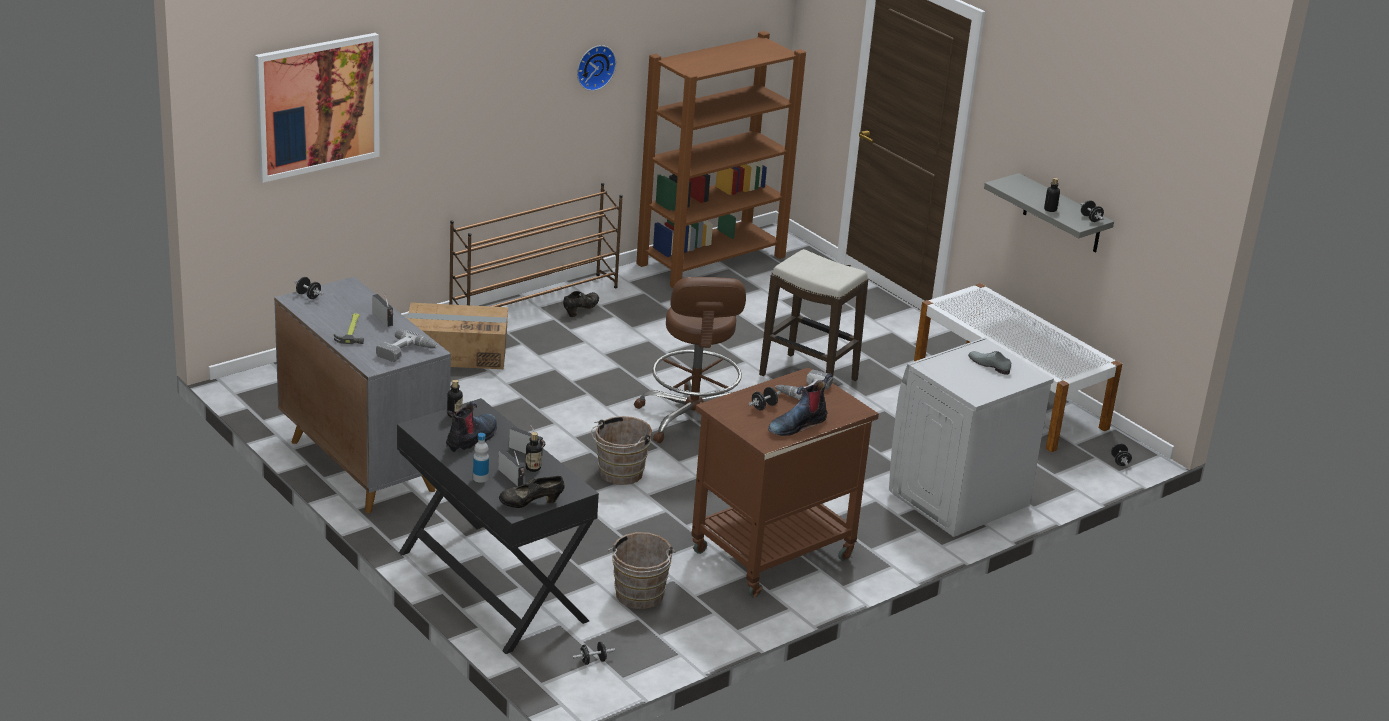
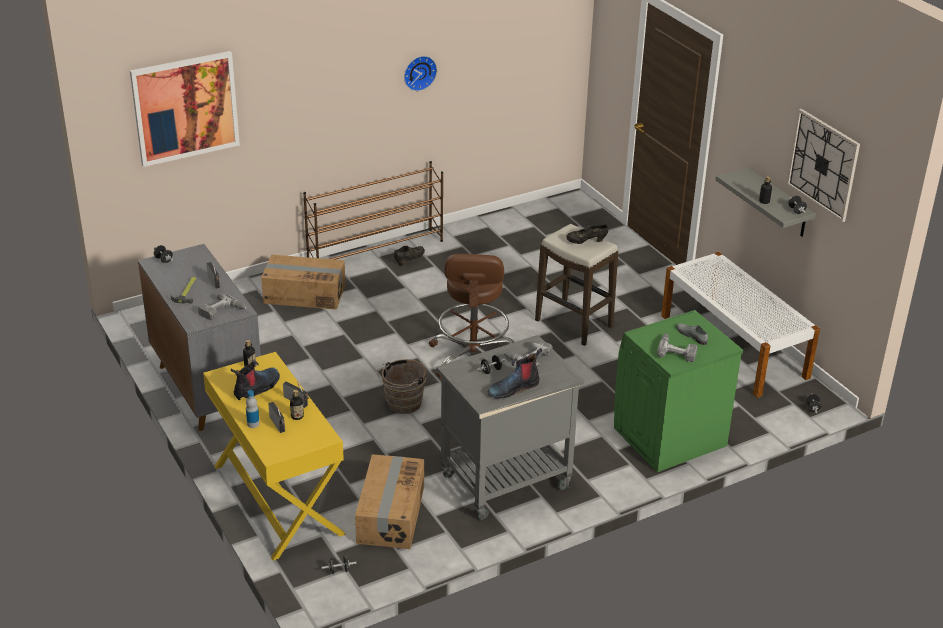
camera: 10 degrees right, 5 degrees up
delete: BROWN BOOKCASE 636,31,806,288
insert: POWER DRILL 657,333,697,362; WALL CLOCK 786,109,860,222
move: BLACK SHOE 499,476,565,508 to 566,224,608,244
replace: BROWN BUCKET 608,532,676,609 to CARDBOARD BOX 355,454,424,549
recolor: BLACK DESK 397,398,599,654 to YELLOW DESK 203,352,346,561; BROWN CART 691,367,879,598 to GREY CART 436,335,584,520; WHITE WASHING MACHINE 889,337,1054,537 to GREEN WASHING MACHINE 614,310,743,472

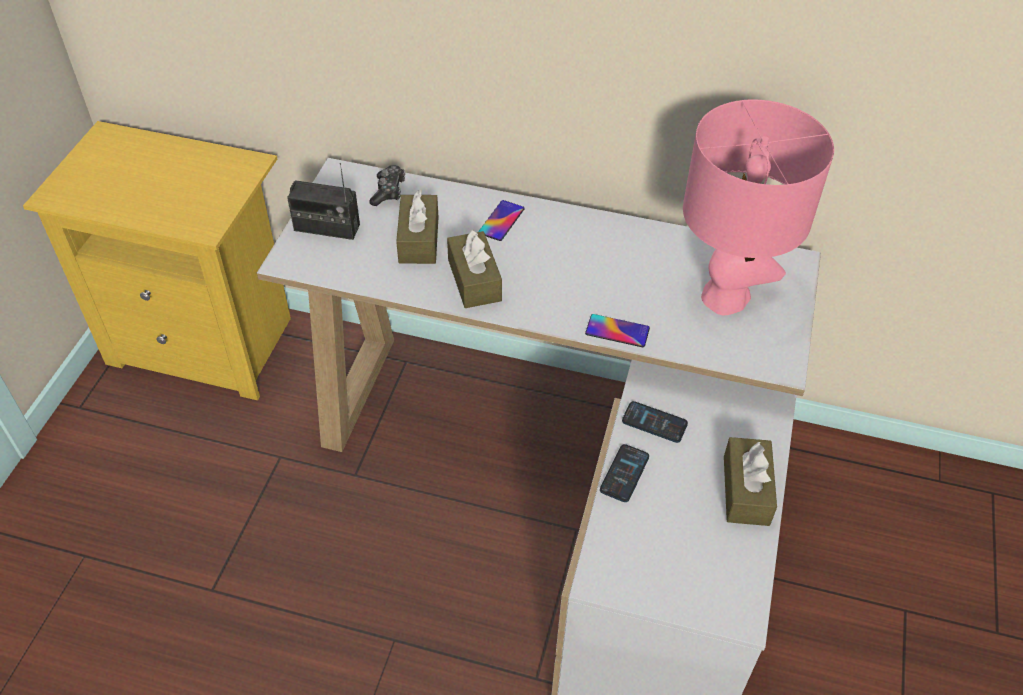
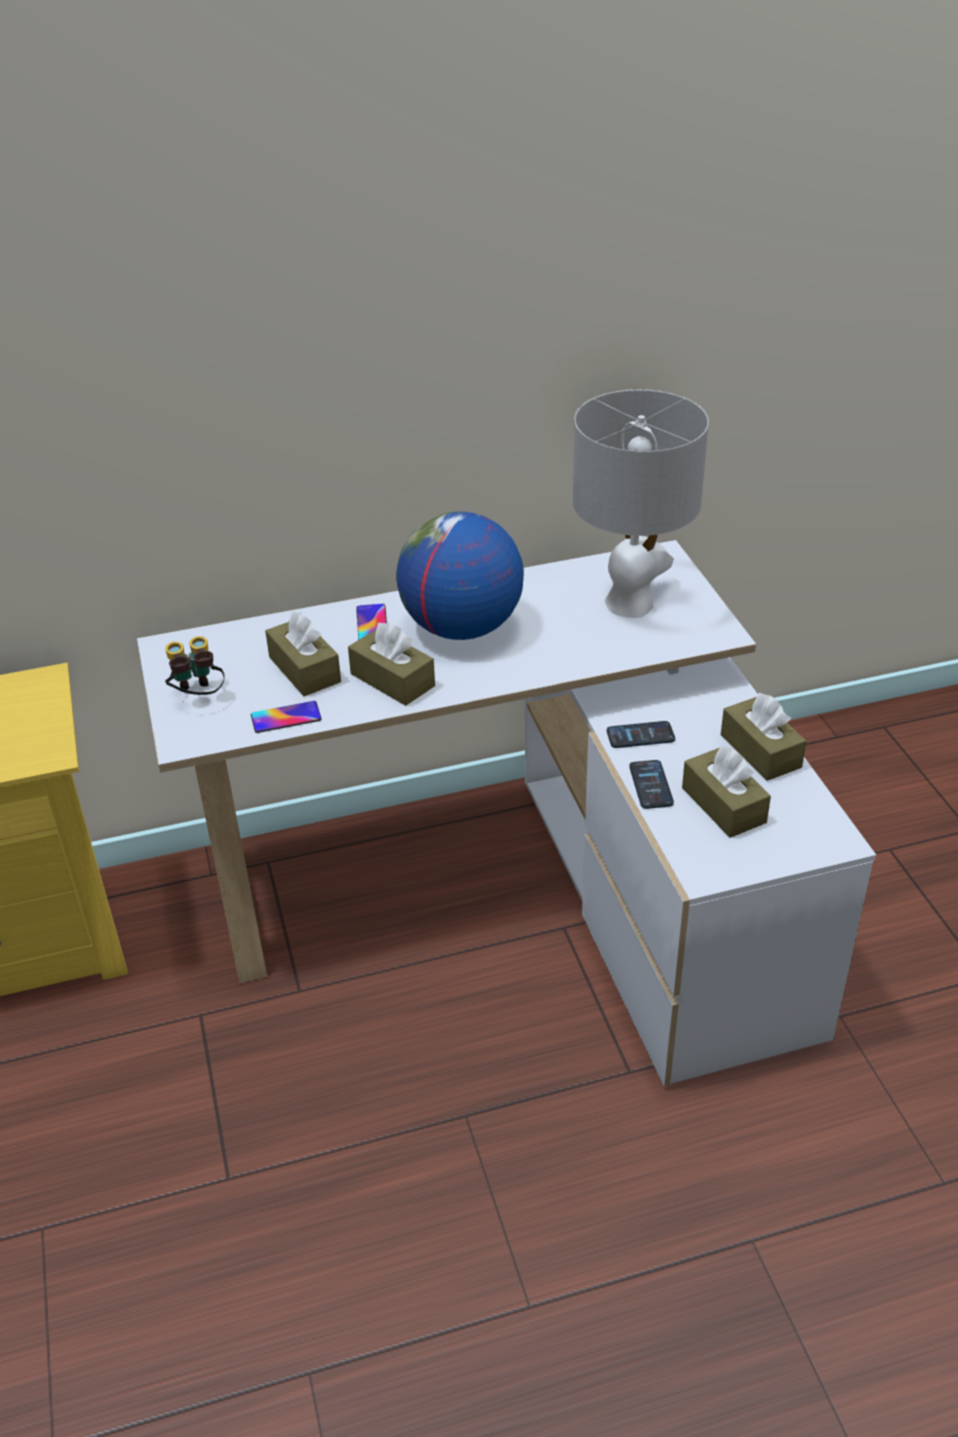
camera: 30 degrees left, 10 degrees down
delete: GAME CONTROLLER 370,165,405,206
insert: GLOBE 396,511,524,640; BROWN TISSUE BOX 682,745,771,838
move: PHONE 585,314,650,347 to 251,701,322,733
replace: RADIO 287,163,360,240 to BINOCULARS 165,636,225,695
recolor: PINK TABLE LAMP 683,100,834,315 to GREY TABLE LAMP 573,389,709,618

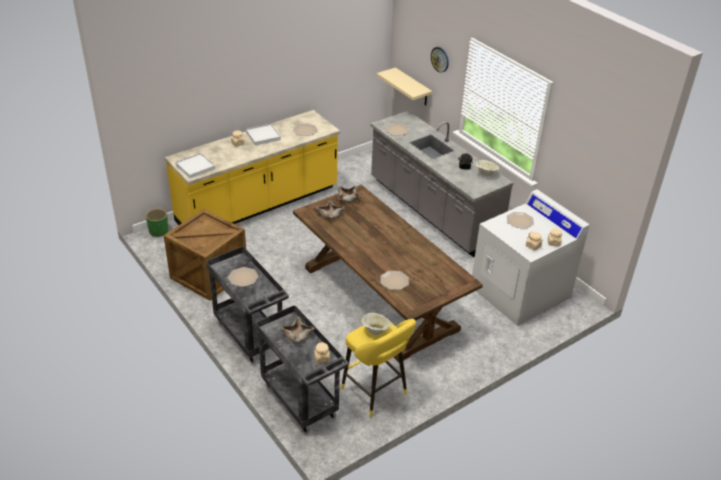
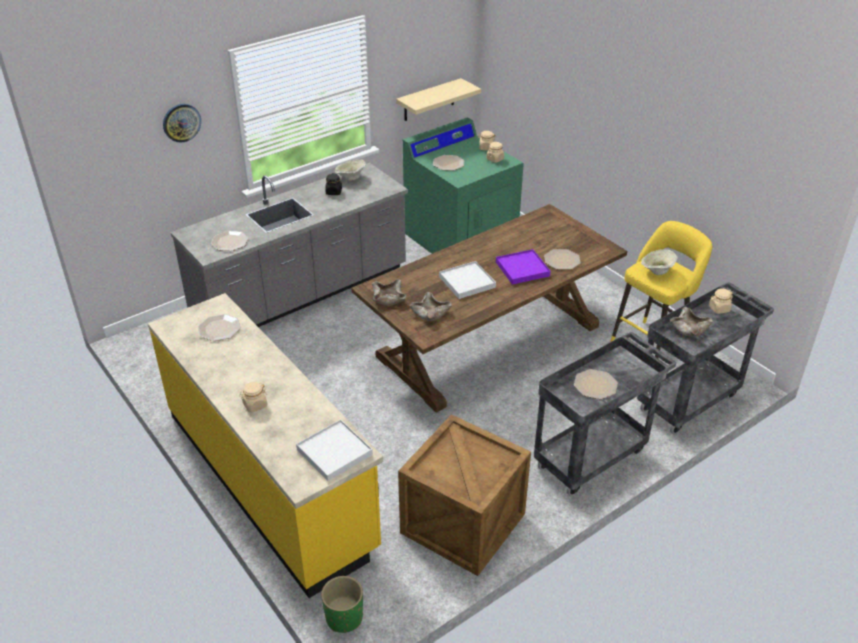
camera: 90 degrees left, 0 degrees up
insert: PURPLE TRAY 496,249,551,285
move: WHITE TRAY 246,124,281,146 to 439,261,496,299; BEIGE SHELF 377,67,432,105 to 396,78,481,121
recolor: WHITE WASHING MACHINE 472,189,590,326 to GREEN WASHING MACHINE 403,117,524,254

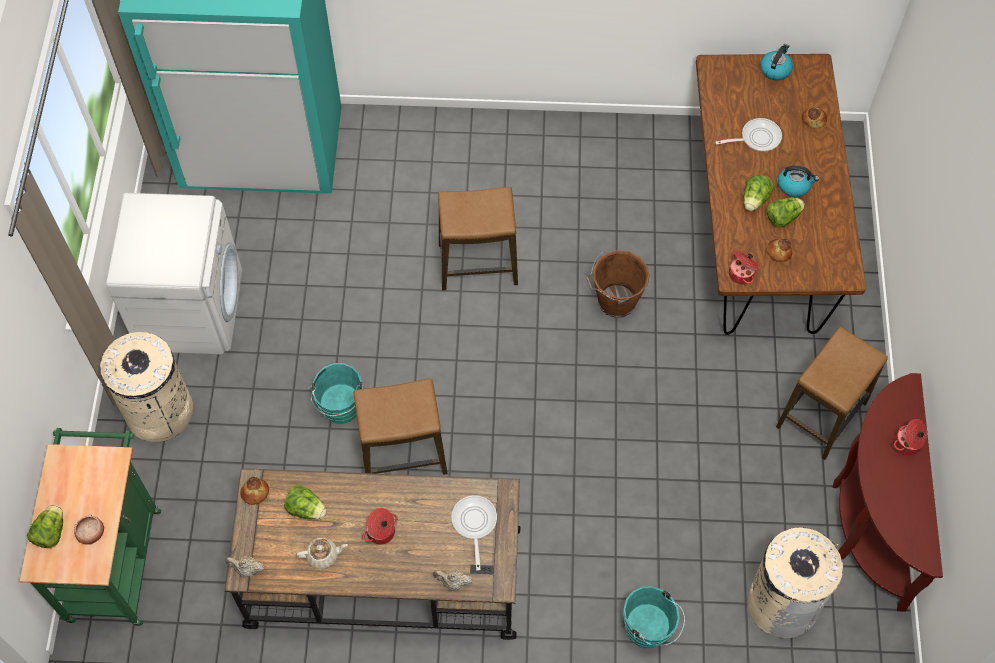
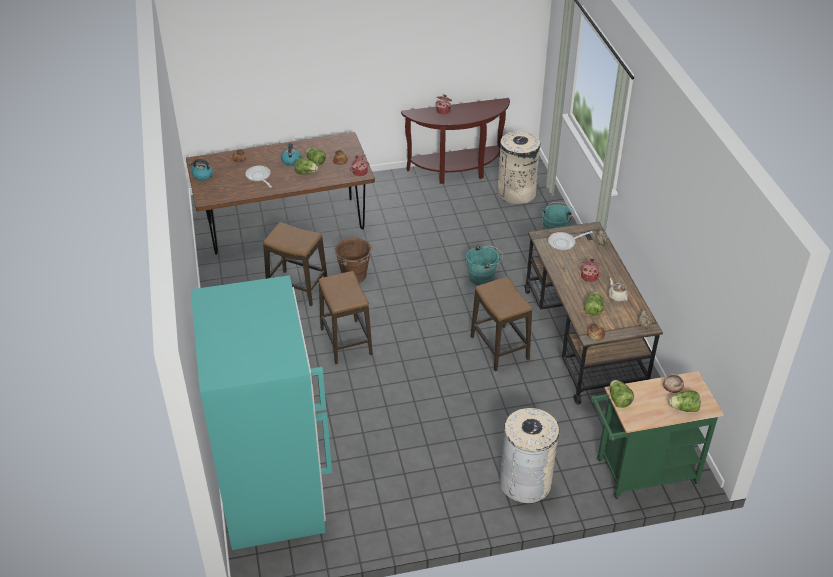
camera: 105 degrees left, 20 degrees down
delete: WHITE WASHING MACHINE 106,193,242,354
insert: LETTUCE 610,380,634,408
move: TURQUOISE BUCKET 308,363,364,423 to 466,245,503,285; STOOL 776,327,888,460 to 263,222,327,306

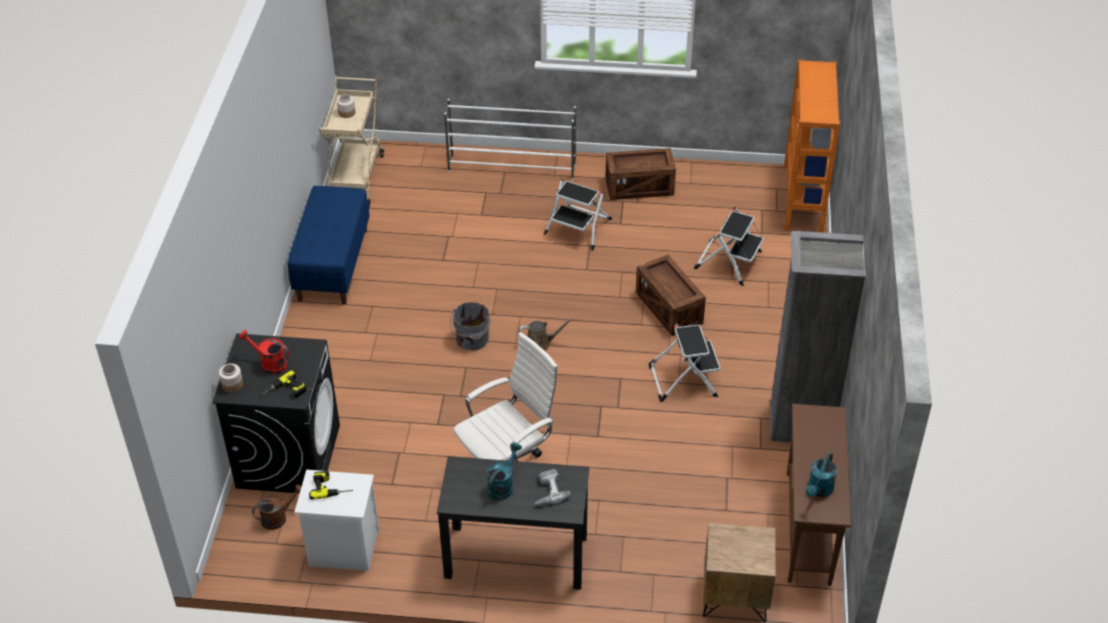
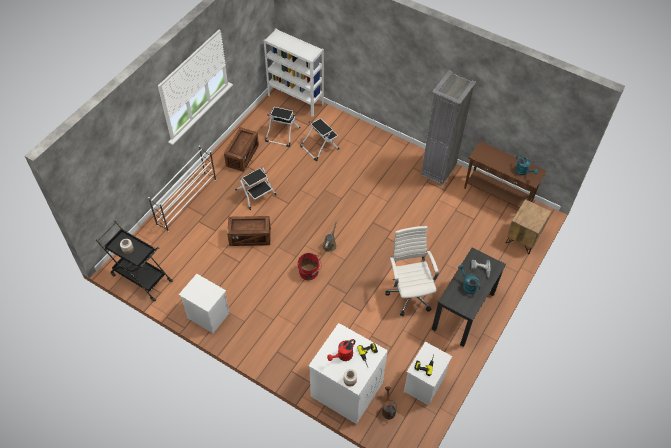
camera: 65 degrees left, 10 degrees up
move: CRATE 636,255,706,336 to 227,216,271,246; STEP LADDER 649,322,720,402 to 265,107,300,147
replace: BLUE BENCH 288,186,370,304 to WHITE NIGHTSTAND 179,274,230,333
recolor: BLACK WASHING MACHINE 212,333,340,493 to WHITE WASHING MACHINE 309,323,388,424; BEIGE CART 318,75,384,208 to BLACK CART 96,220,173,301; GREY BUCKET 450,302,490,351 to RED BUCKET 298,253,321,281; ORANGE BOOKCASE 784,59,840,233 to WHITE BOOKCASE 264,28,324,117

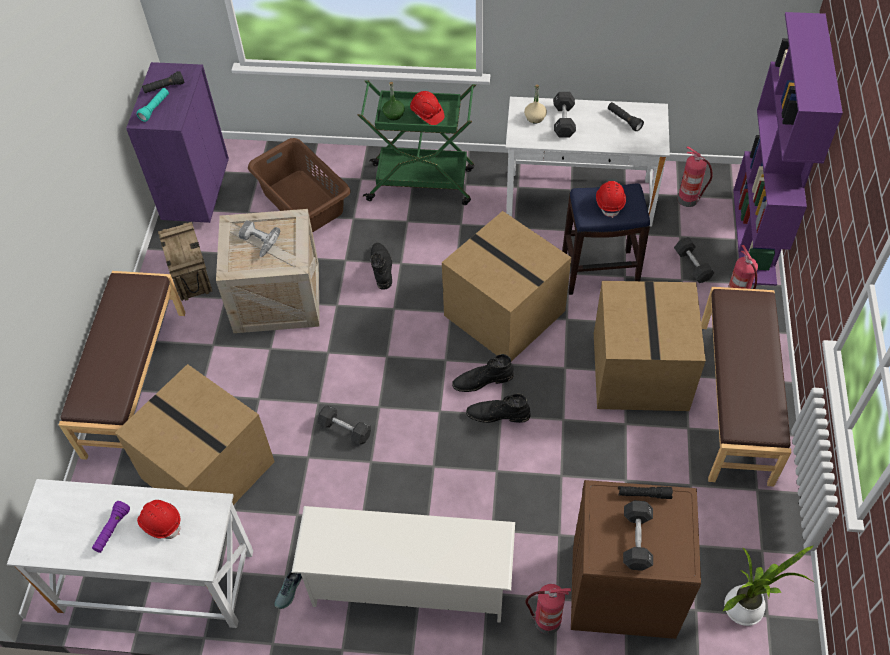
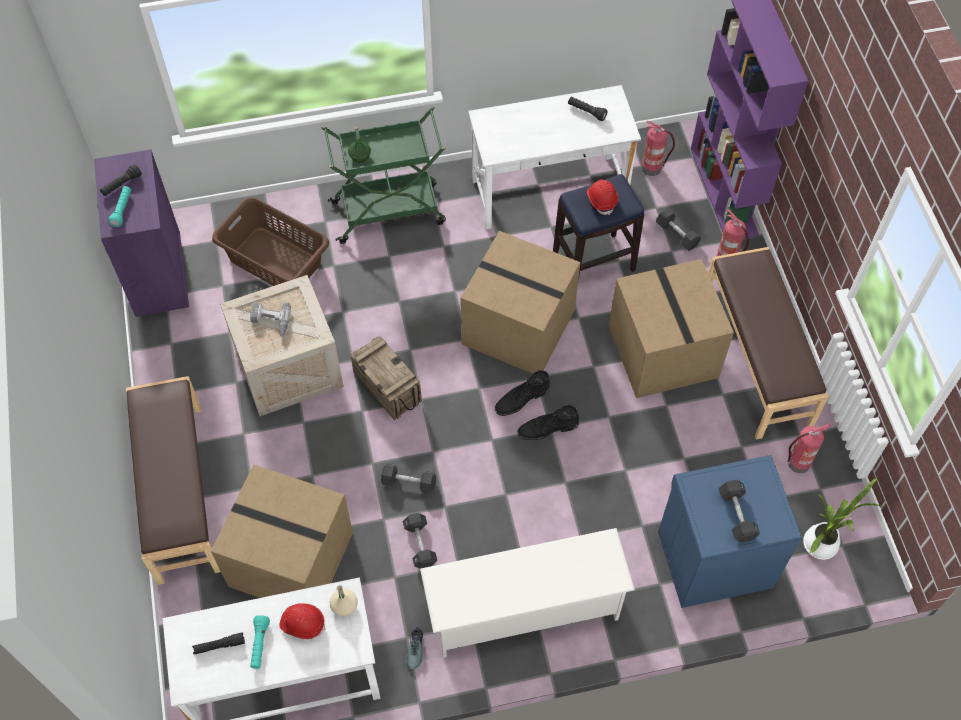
camera: 20 degrees left, 5 degrees up
delete: BLACK BOOT 371,243,392,289; RED HARD HAT 410,91,445,125
move: CRATE 158,222,213,301 to 350,336,422,420; BEIGE BOTTLE 524,85,547,124 to 330,585,358,616; FIRE EXTINGUISHER 526,584,571,634 to 788,424,831,473; BLACK DUMBBELL 553,92,576,138 to 403,513,438,569; BLACK FLASHLIGHT 618,486,673,499 to 192,632,245,655
recolor: PURPLE FLASHLIGHT 92,501,130,553 to TURQUOISE FLASHLIGHT 250,615,270,669; BROWN WASHING MACHINE 571,480,701,639 to BLUE WASHING MACHINE 658,455,802,608

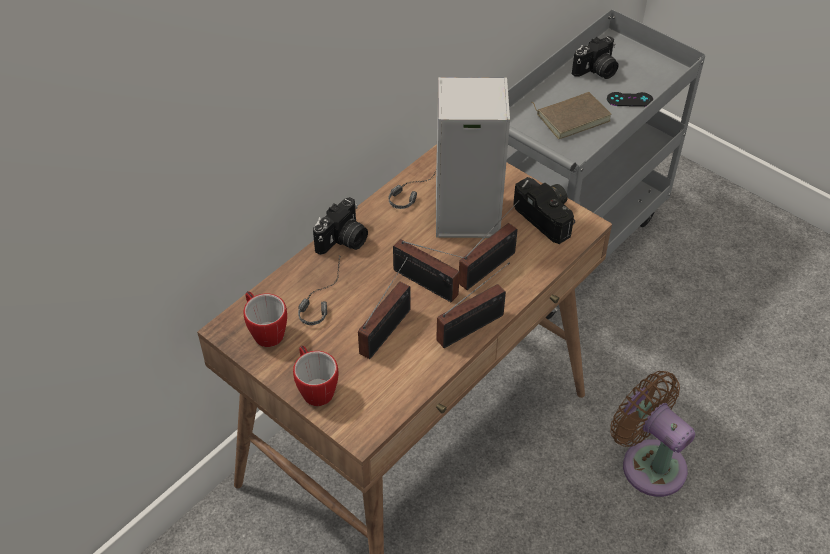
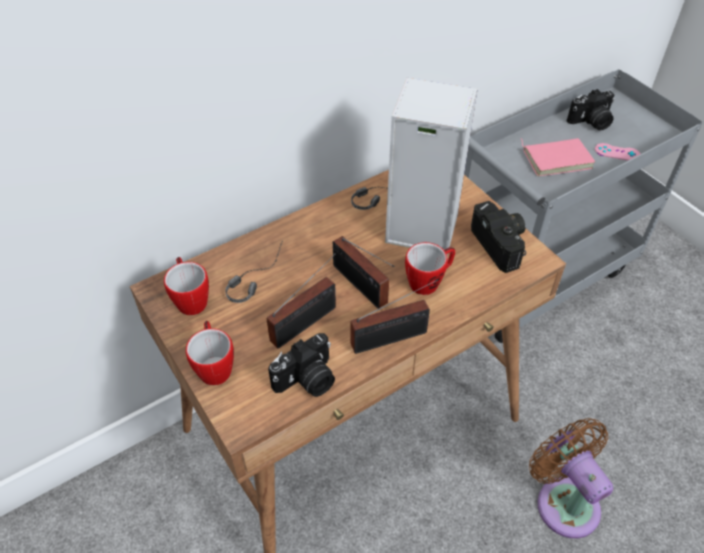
camera: 15 degrees right, 0 degrees up
move: PHOTO CAMERA 313,197,368,255 to 268,333,335,397
replace: RADIO 459,200,520,290 to MUG 405,242,455,295
recolor: BROWN BOOK 532,92,612,139 to PINK BOOK 520,138,595,176; BLACK GAME CONTROLLER 607,92,653,107 to PINK GAME CONTROLLER 595,143,640,161

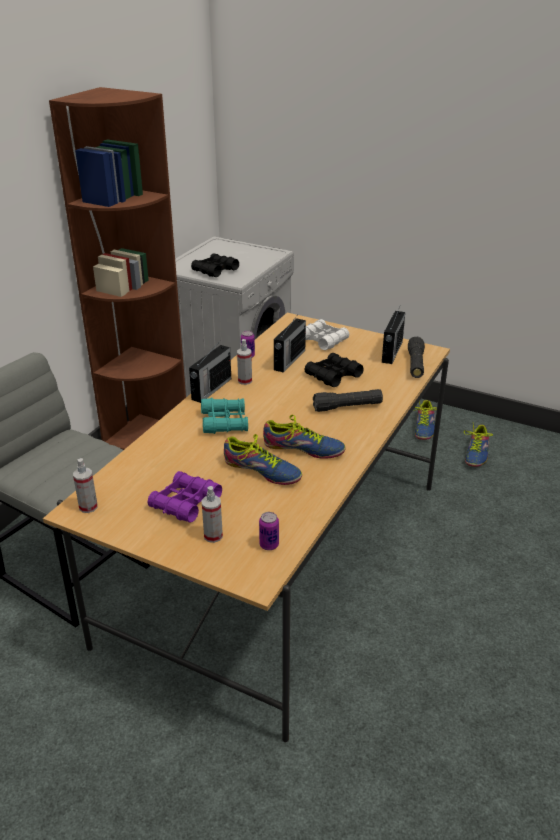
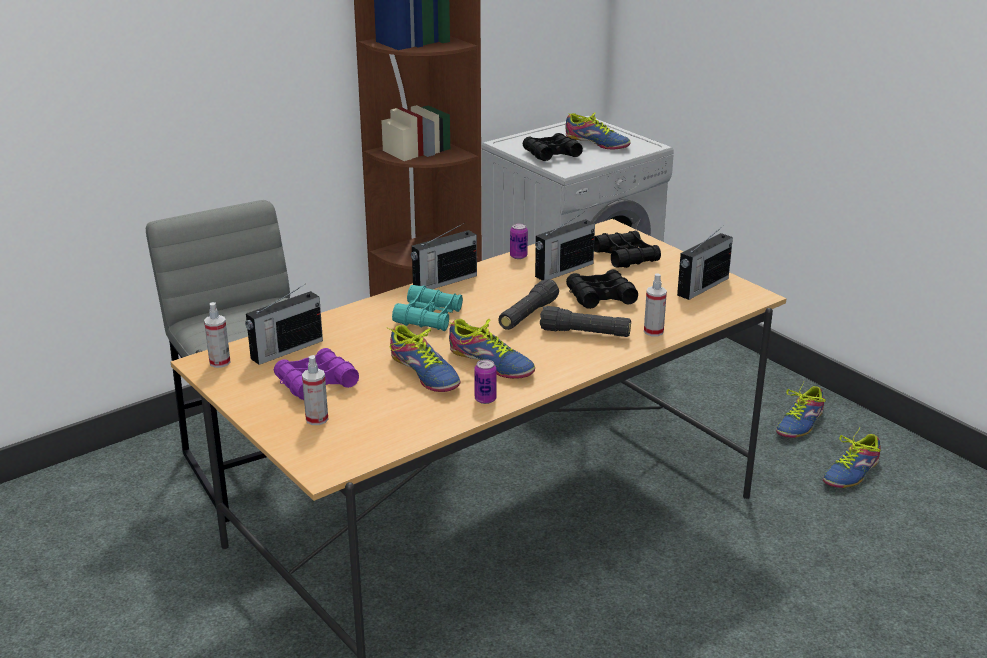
camera: 25 degrees right, 5 degrees down
insert: RADIO 245,284,323,365; SHOE 566,112,631,149
move: SPRAY BOTTLE 237,339,252,385 to 644,273,667,336; CAN 259,512,279,550 to 474,359,496,404; BLACK FLASHLIGHT 408,337,425,378 to 498,279,559,330
recolor: WHITE BINOCULARS 306,319,349,350 to BLACK BINOCULARS 594,231,661,268

